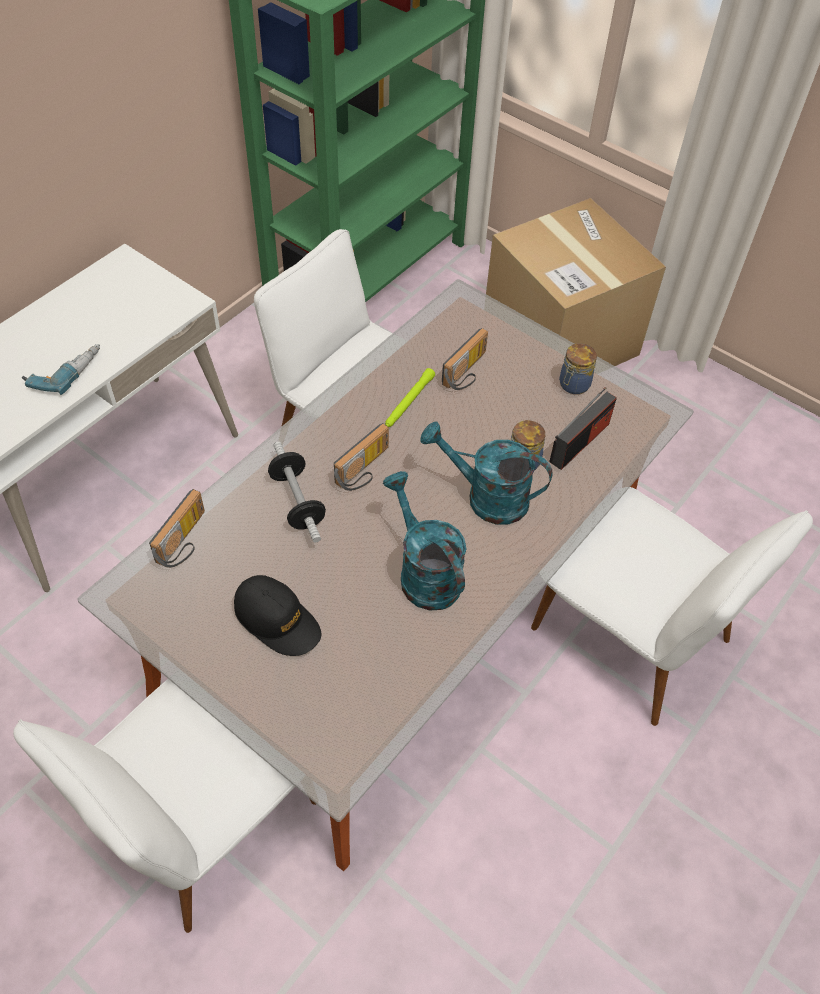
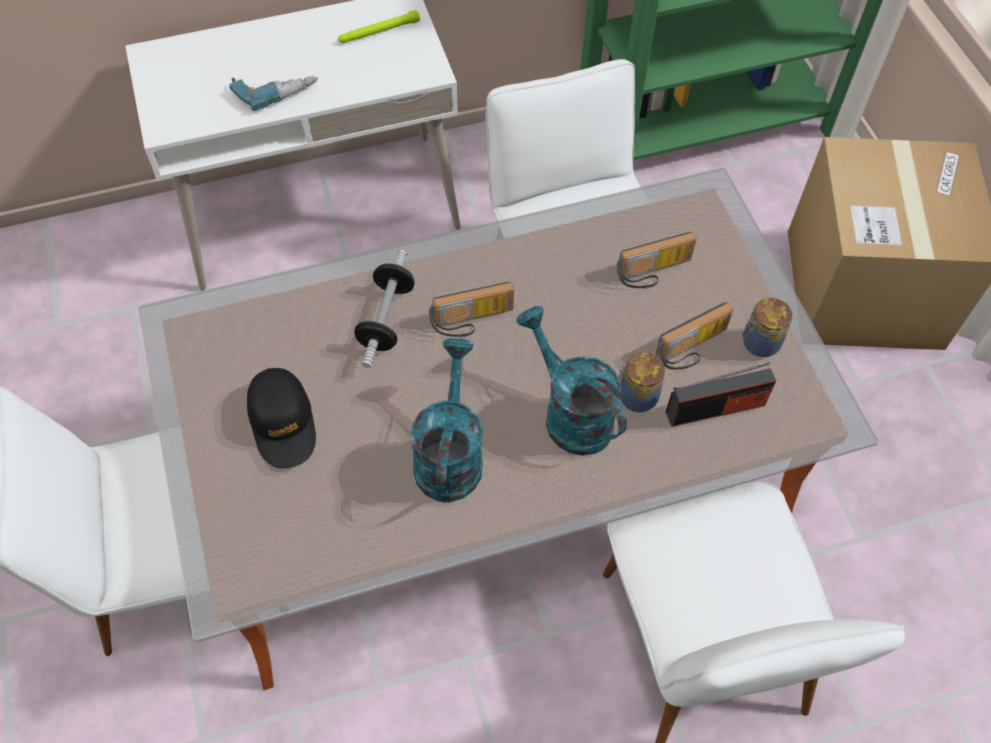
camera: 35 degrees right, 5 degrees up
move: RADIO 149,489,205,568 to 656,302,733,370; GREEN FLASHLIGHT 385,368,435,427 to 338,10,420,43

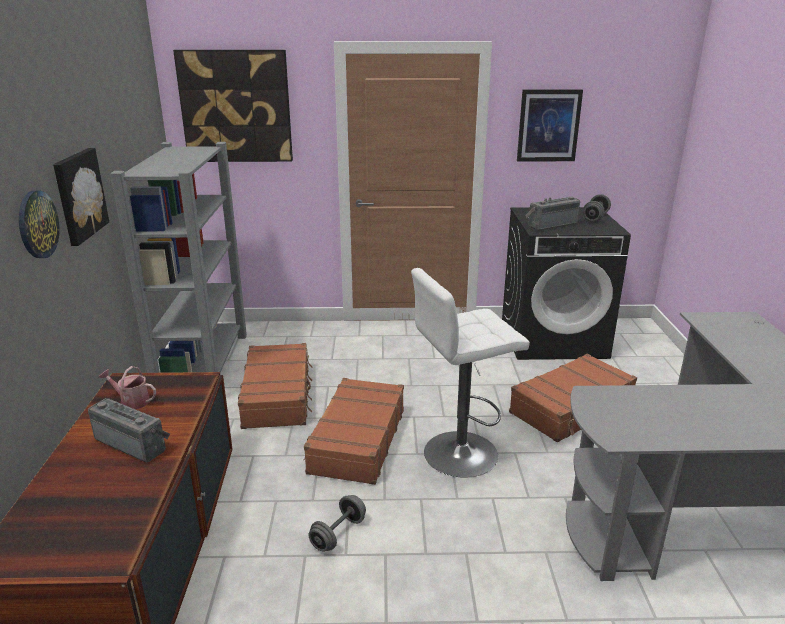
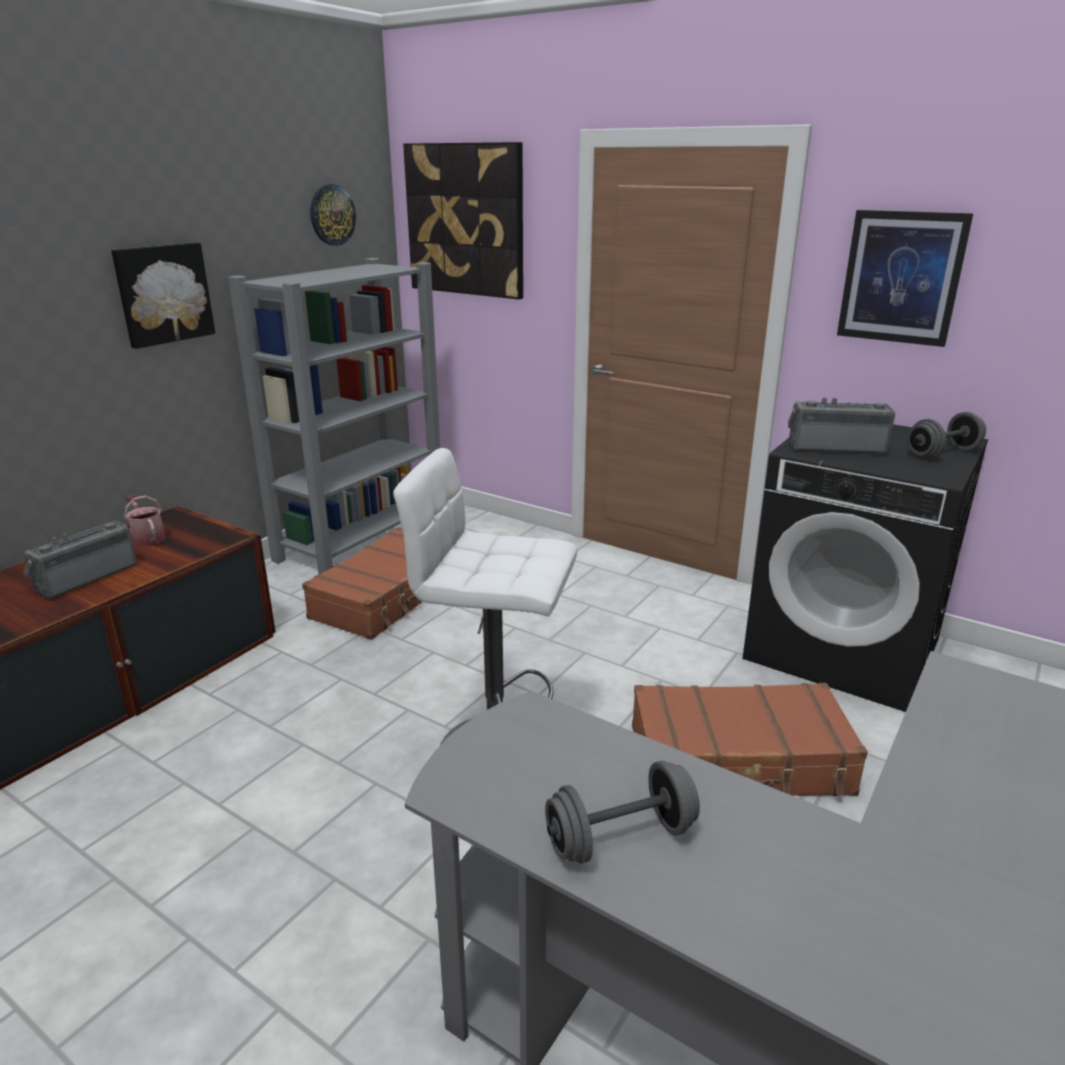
camera: 35 degrees right, 0 degrees up
delete: BROWN SUITCASE 304,378,404,485
move: WALL CLOCK 19,191,60,258 to 310,184,356,246; GREY DUMBBELL 309,495,366,552 to 545,761,700,864
rotate: RADIO 88,398,170,462 = 23,521,137,599 120 degrees counterclockwise

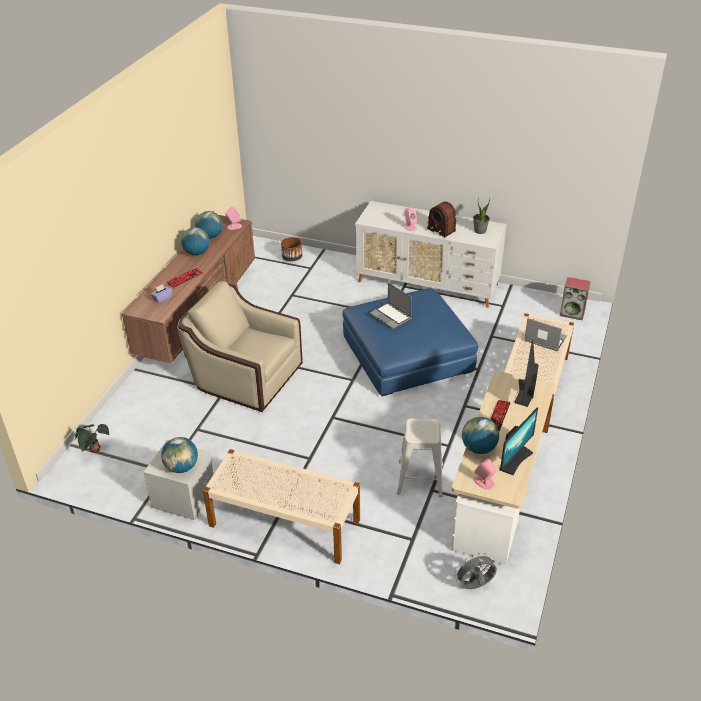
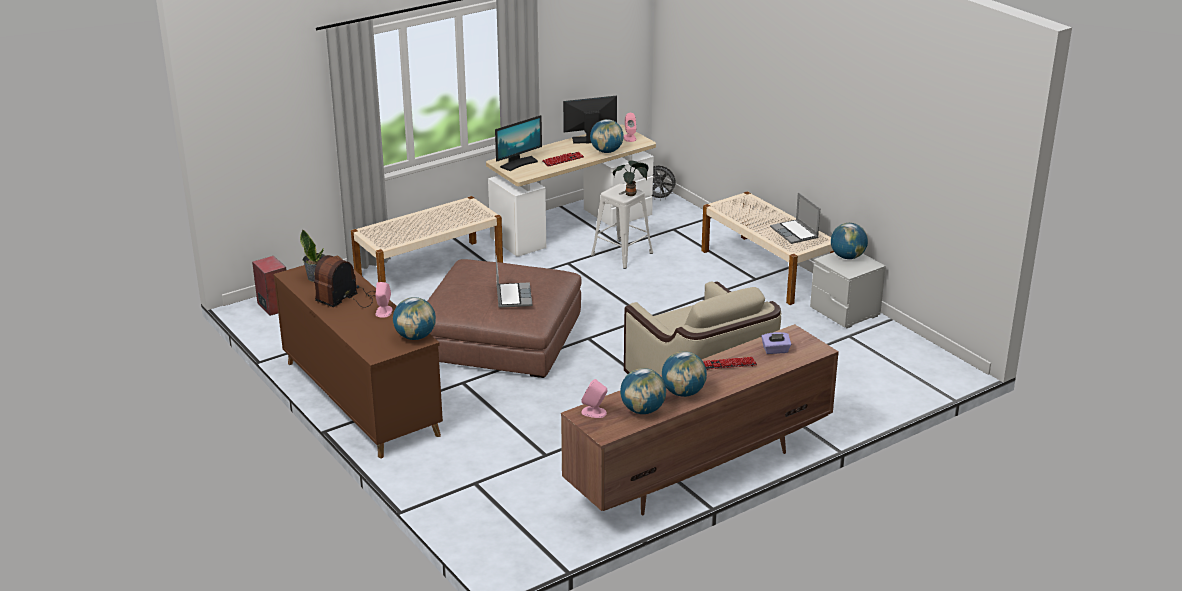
camera: 145 degrees left, 10 degrees down
delete: BROWN PLANTER 281,237,302,262
insert: GLOBE 393,297,436,340
move: POTTED PLANT 75,424,109,453 to 613,160,648,196; LAPTOP 524,318,567,351 to 770,192,820,244
recolor: BLUE OTTOMAN 342,288,478,396 to BROWN OTTOMAN 427,259,582,378; WHITE DRESSER 355,201,507,308 to BROWN DRESSER 273,255,443,459
rotate: RADIO 427,201,457,237 = 314,255,376,308 135 degrees counterclockwise

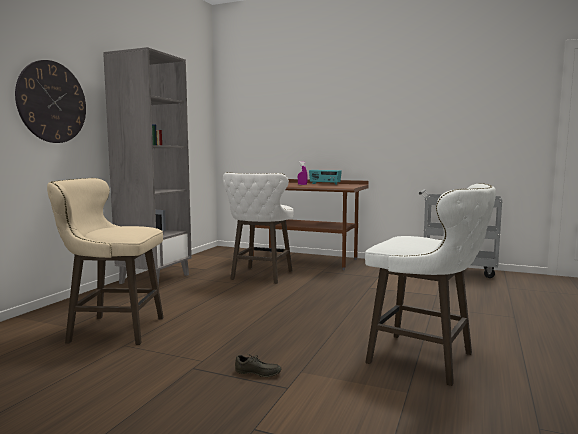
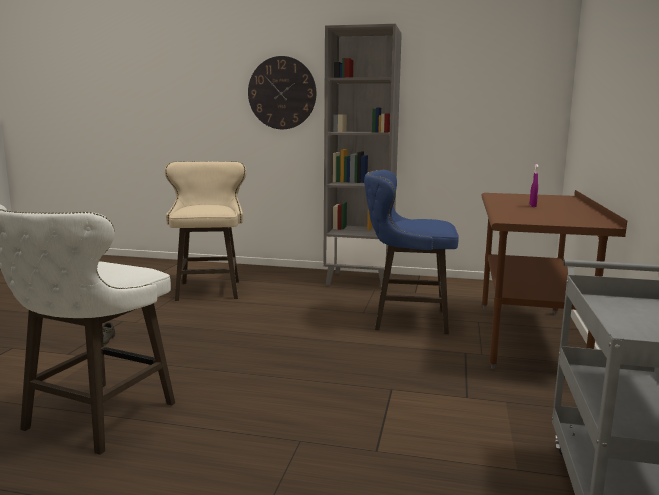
camera: 80 degrees right, 5 degrees up
delete: RADIO 309,170,342,185
recolor: WHITE STOOL 223,172,293,284 to BLUE STOOL 364,170,459,334

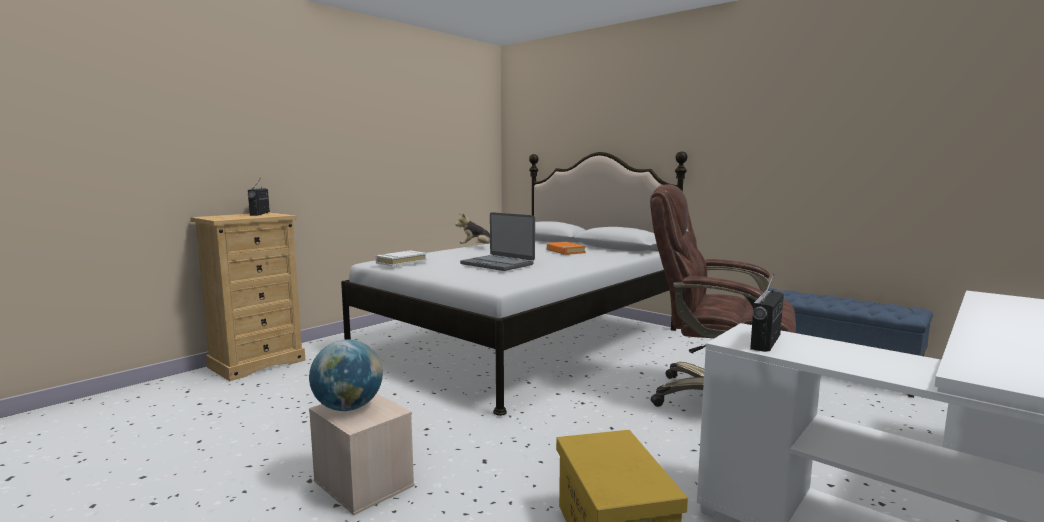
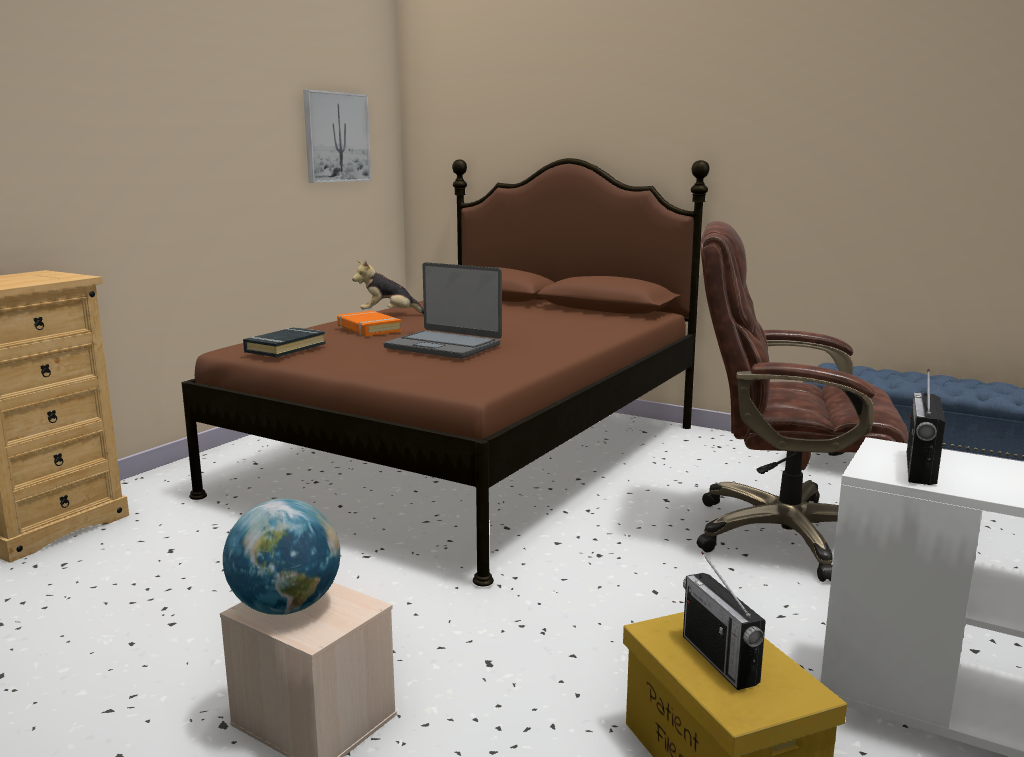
camera: 10 degrees left, 5 degrees up
insert: PICTURE 303,90,371,183
move: RADIO 248,178,270,216 to 683,551,766,690; ORANGE BOOK 547,242,586,255 to 337,311,402,336
recolor: WHITE BED 341,152,687,416 to BROWN BED 181,158,709,586; WHITE BOOK 375,250,427,266 to BLACK BOOK 243,327,326,357

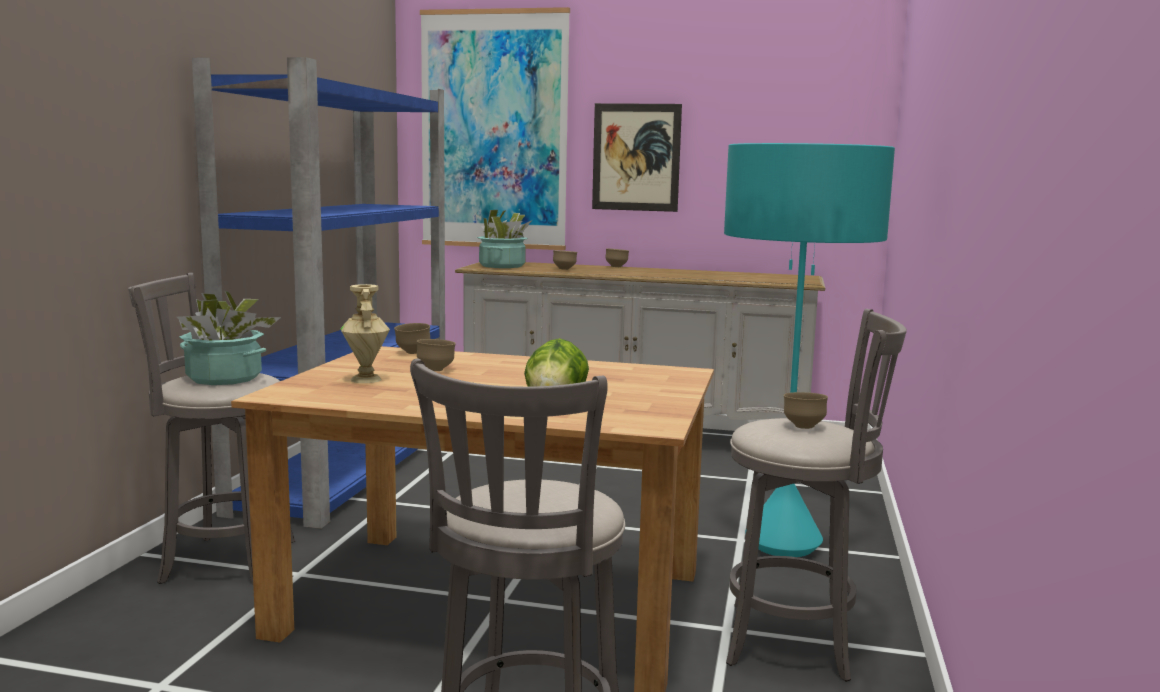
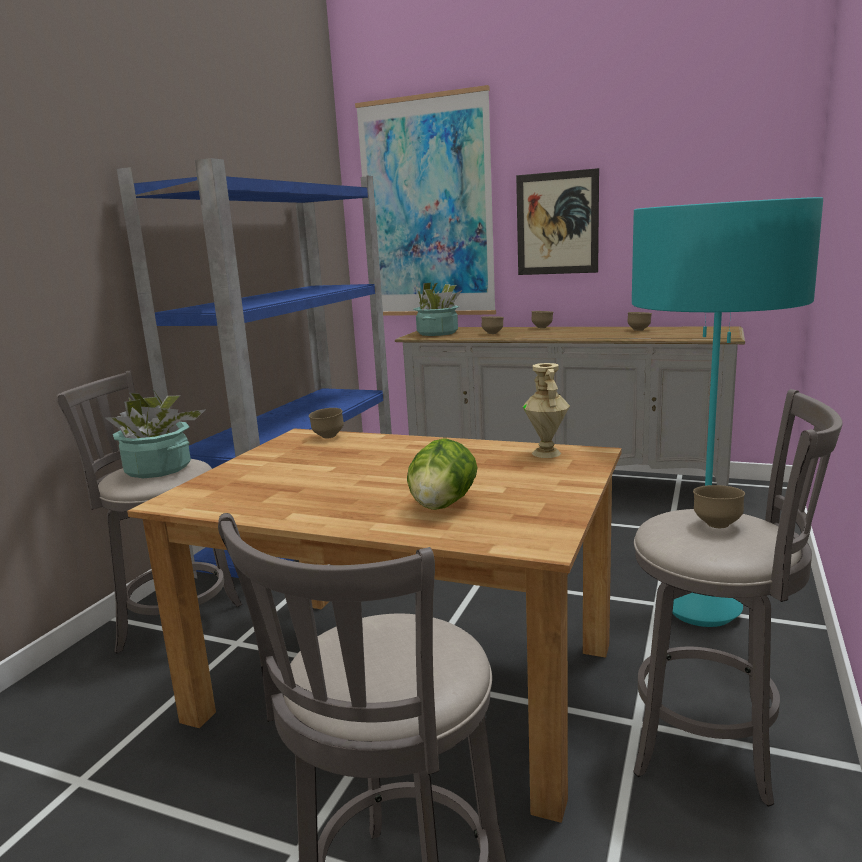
camera: 10 degrees right, 5 degrees up
move: BEIGE VASE 341,284,390,383 to 522,363,570,458; BROWN BOWL 417,339,456,371 to 627,312,652,331

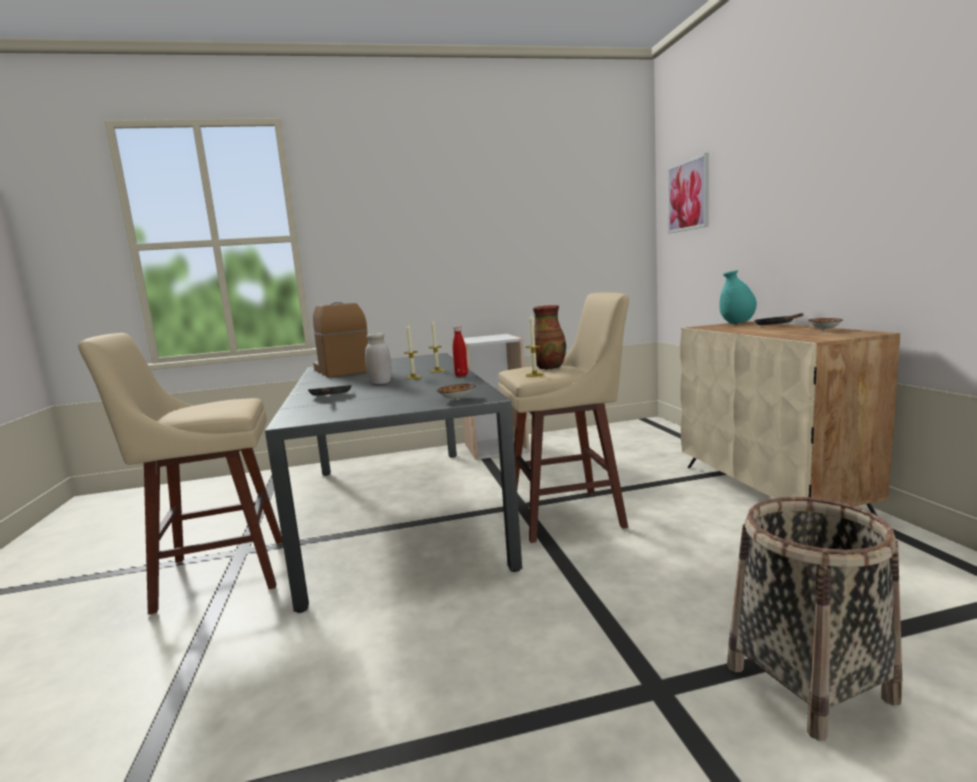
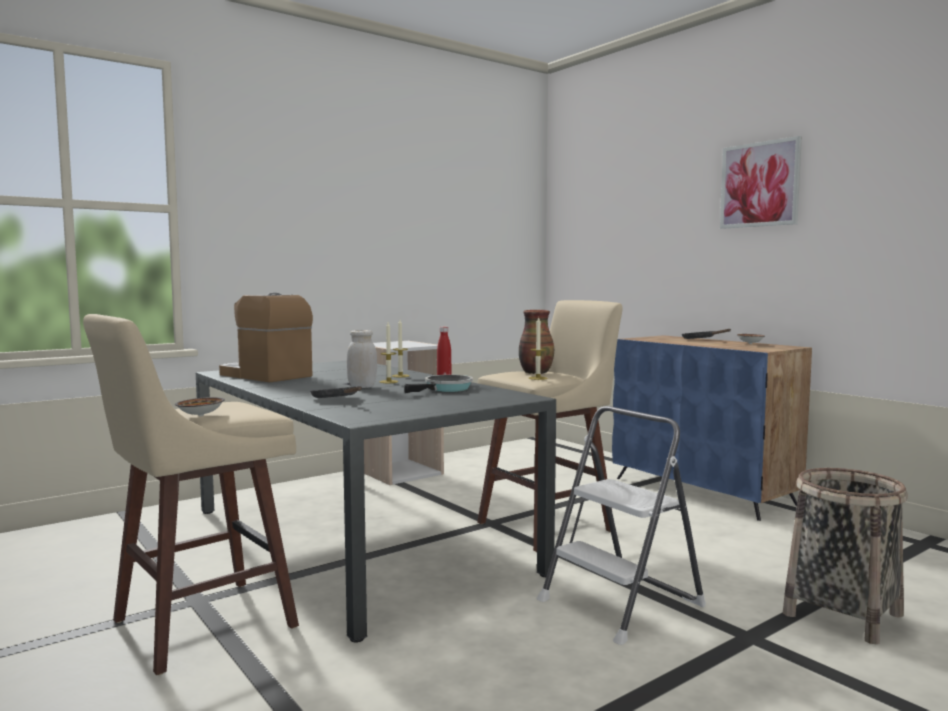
camera: 25 degrees left, 5 degrees down
delete: TURQUOISE VASE 719,270,757,324
insert: FRYING PAN 405,375,473,393; WHITE STEP LADDER 536,406,706,645
move: BOWL 437,384,476,400 to 175,397,225,416; PICTURE 667,153,709,234 to 720,136,802,229
recolor: BEIGE CABINET 680,321,900,515 to BLUE CABINET 612,335,812,521

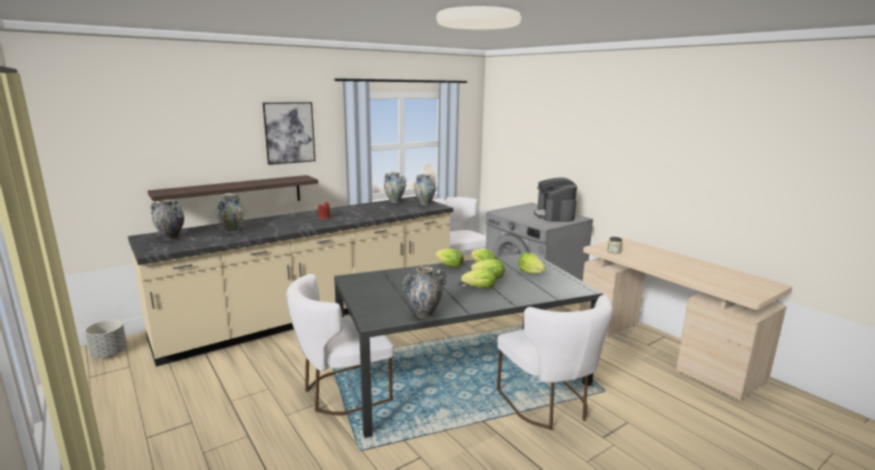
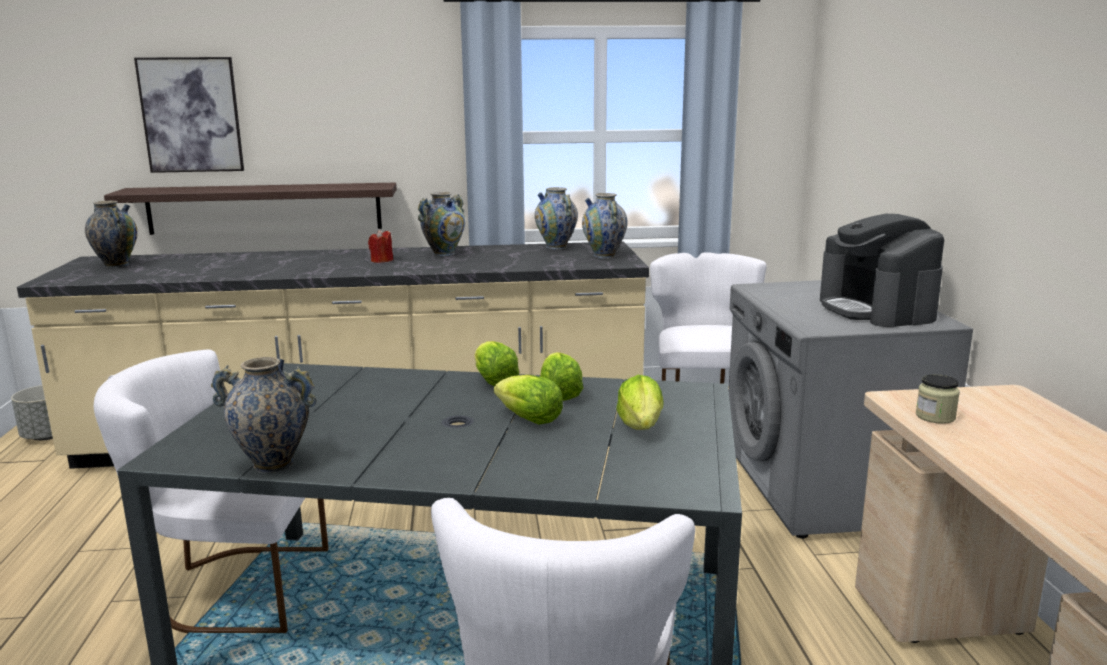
camera: 30 degrees right, 0 degrees up
delete: LETTUCE 461,268,496,288
move: VASE 216,194,245,233 to 418,192,465,256; PICTURE 263,102,316,165 to 134,57,244,173
rotate: COFFEE MACHINE 534,177,577,222 = 820,214,944,327 45 degrees counterclockwise

